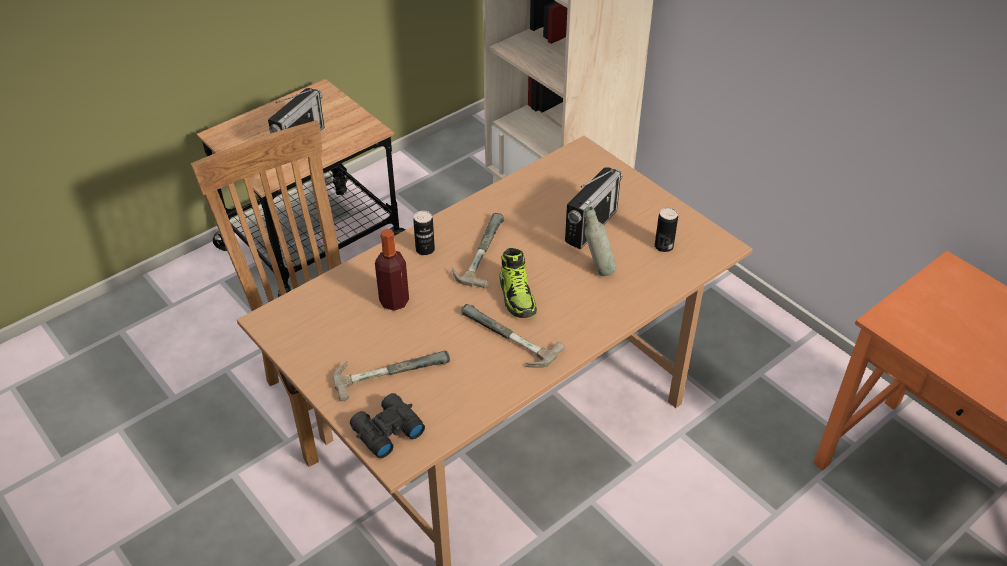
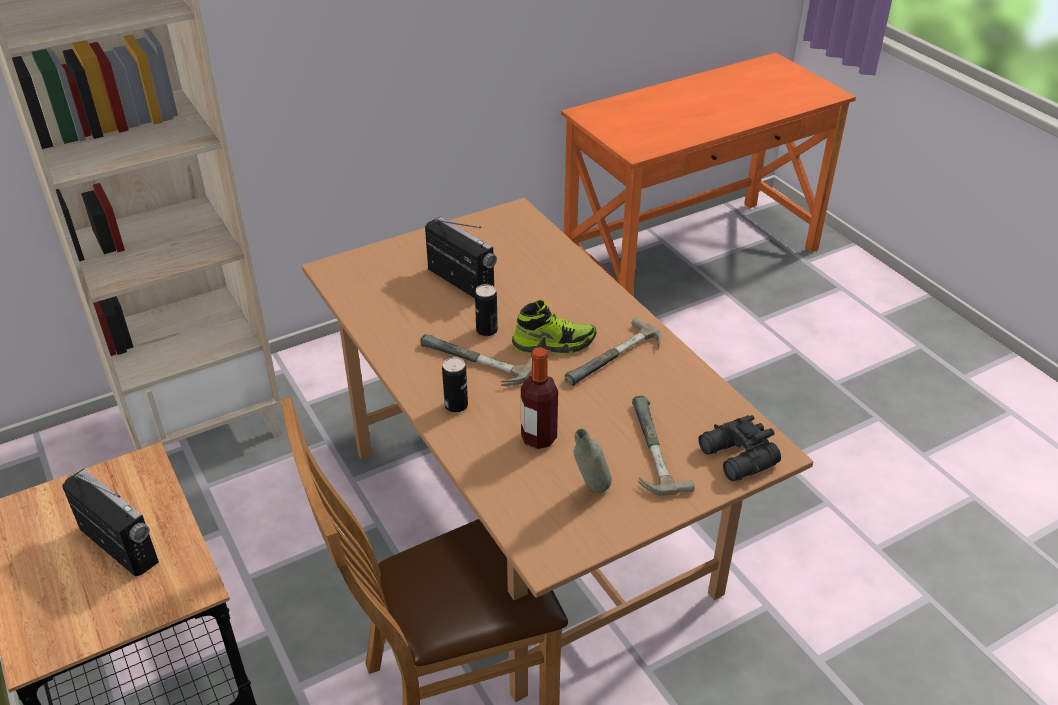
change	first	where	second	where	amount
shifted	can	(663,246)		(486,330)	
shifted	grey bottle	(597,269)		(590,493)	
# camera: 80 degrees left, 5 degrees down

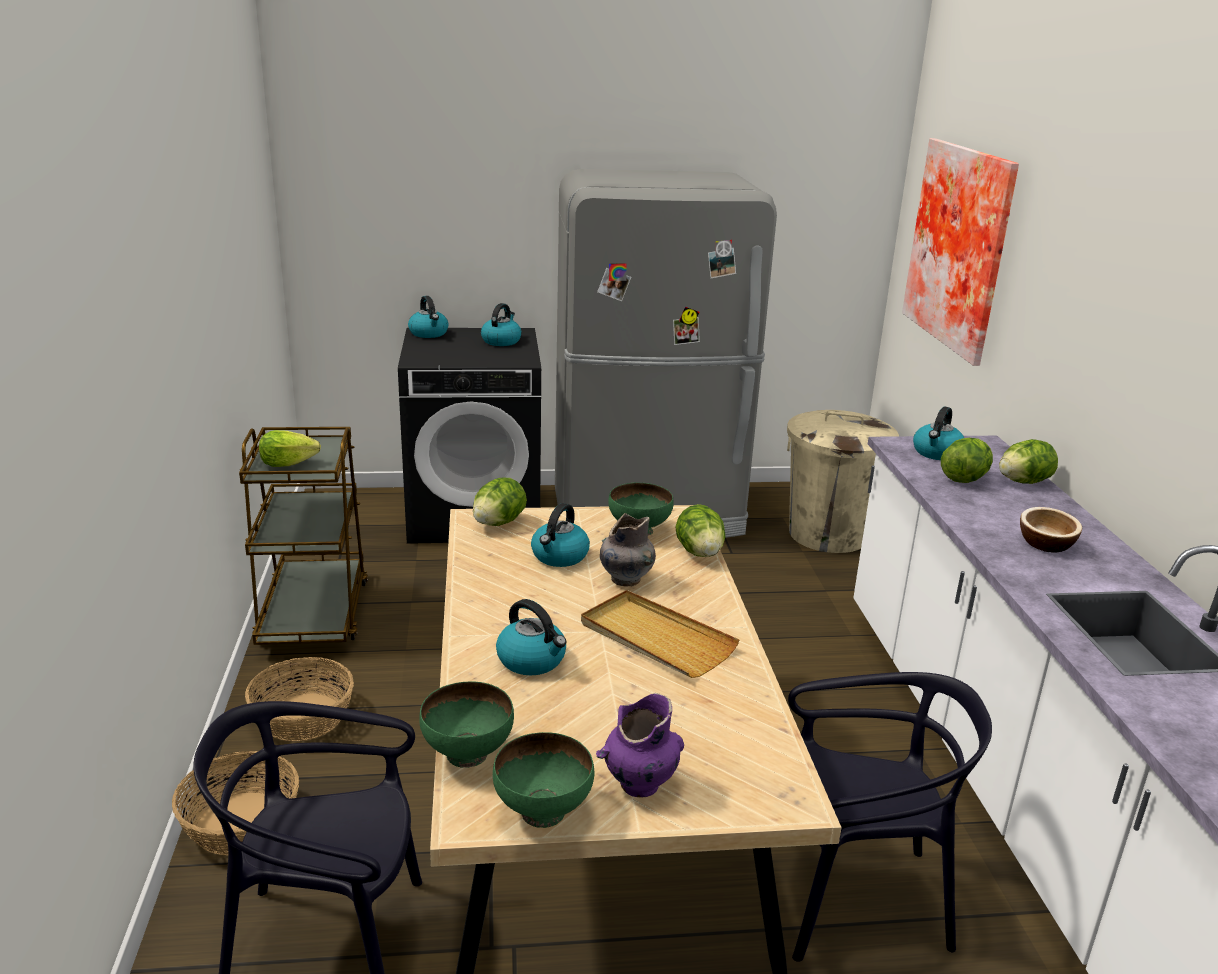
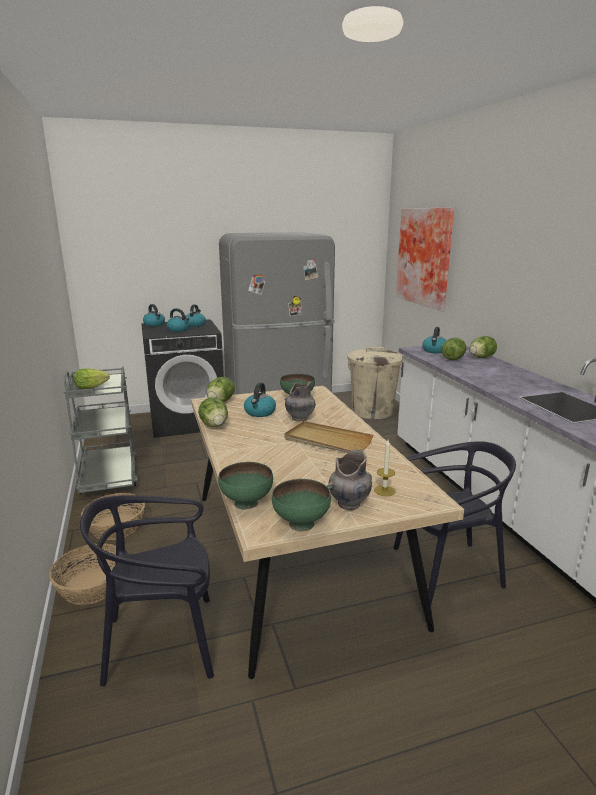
change	first	where	second	where	amount
repainted	brown cart	(314,614)	grey cart	(109,476)	
shifted	kettle	(532,660)		(179,329)	
shifted	lettuce	(700,553)		(214,426)	
repainted	purple vase	(638,784)	grey vase	(348,504)	
new			candle	(384,490)	
gone	bowl	(1045,544)			
# camera: 10 degrees left, 5 degrees down

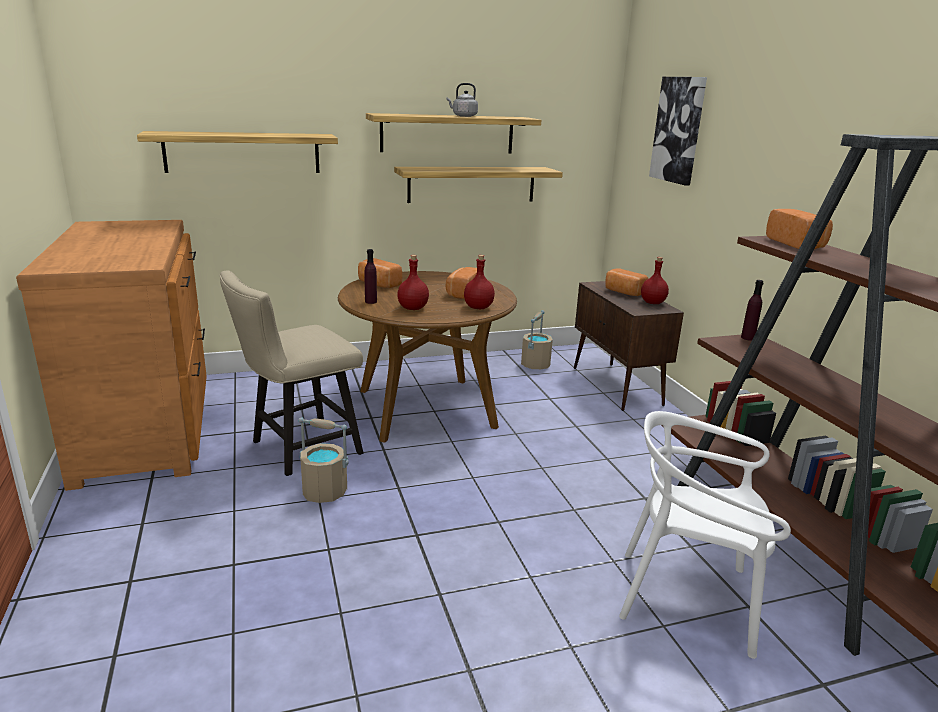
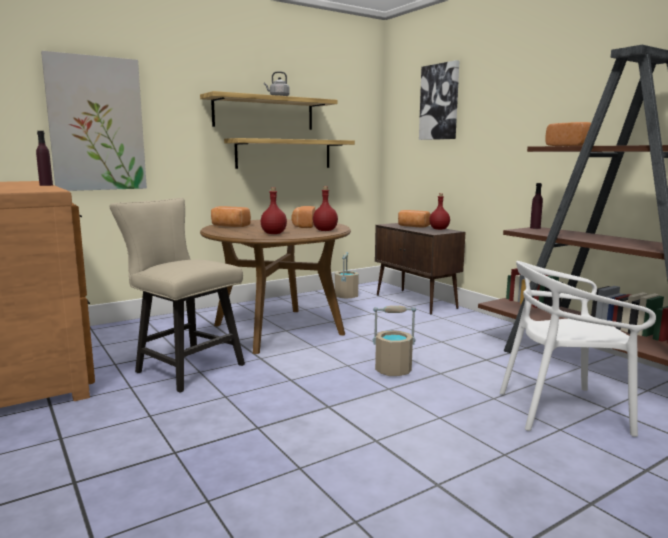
change	first	where	second	where	amount
shifted	purple bottle	(371,302)		(46,185)	
swapped	shelf	(242,152)	picture	(96,124)	
rotated	beige chair	(299,449)		(184,367)	90 degrees clockwise
shifted	beige bucket	(325,492)		(393,370)	
# camera: 15 degrees left, 10 degrees down

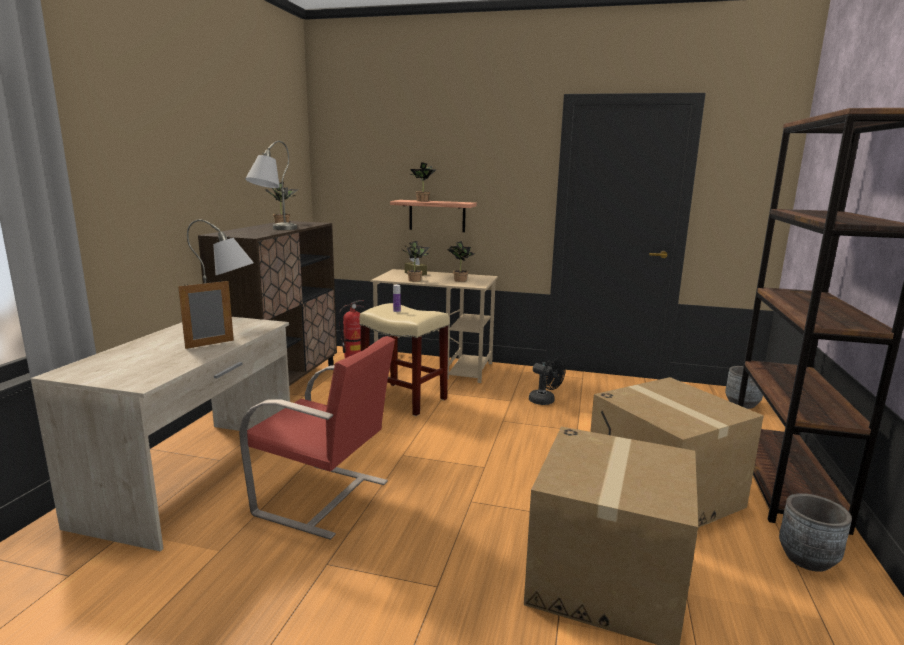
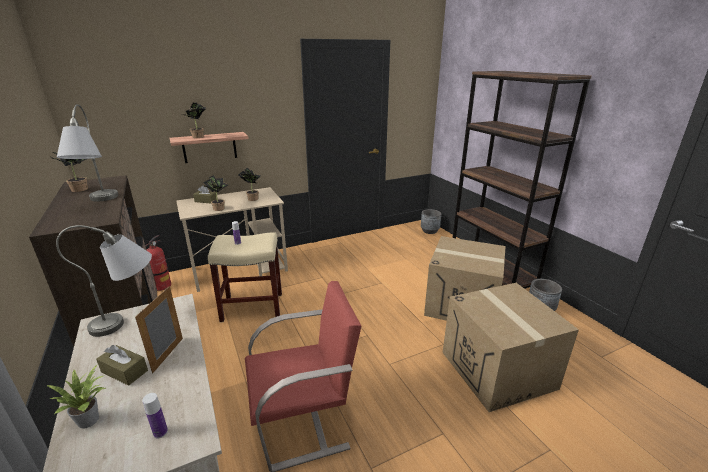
change	first	where	second	where	amount
new			potted plant	(91,418)	
new			brown tissue box	(124,371)	
new			bottle	(160,432)	
gone	black fan	(545,401)			
# camera: 40 degrees left, 10 degrees up

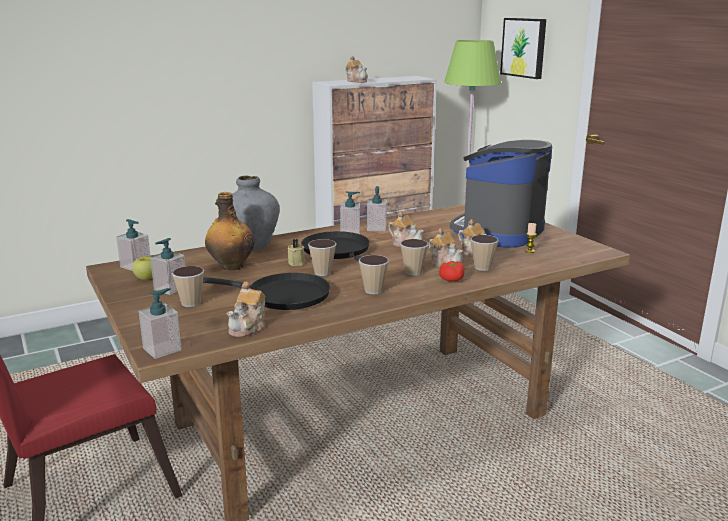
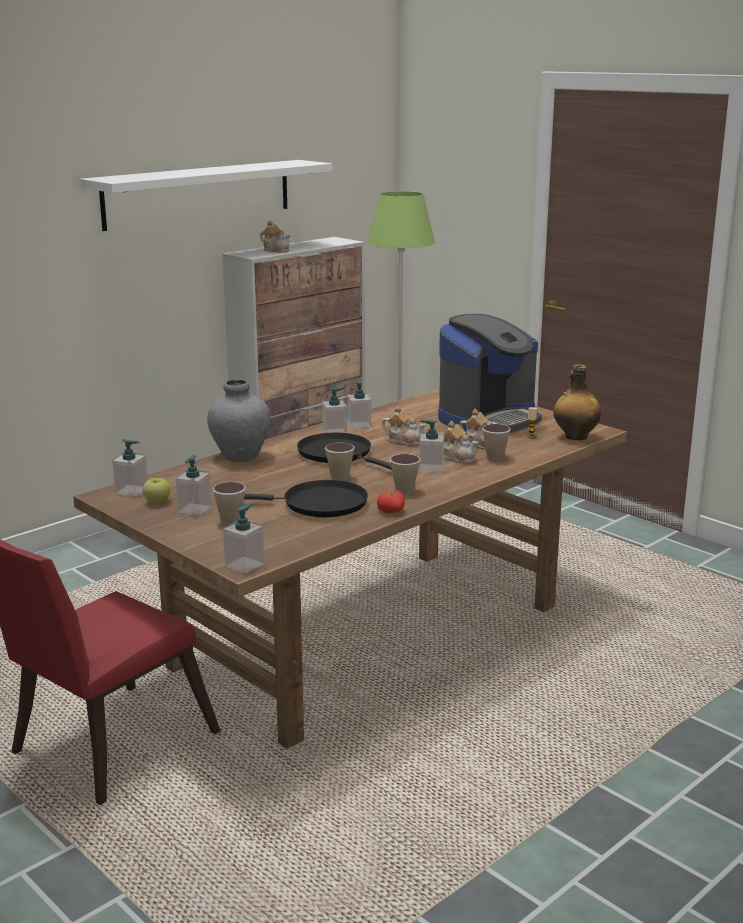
change	first	where	second	where	amount
new			white shelf	(199,193)	
shifted	tomato	(452,279)		(391,511)	
swapped	cup	(413,272)	soap dispenser	(431,468)	
rotated	coffee machine	(498,232)		(489,419)	150 degrees counterclockwise
shifted	bottle	(231,266)		(575,437)	
gone	teapot	(248,327)			
gone	beige candle	(297,262)			
gone	picture	(524,47)			
# camera: 15 degrees left, 0 degrees up

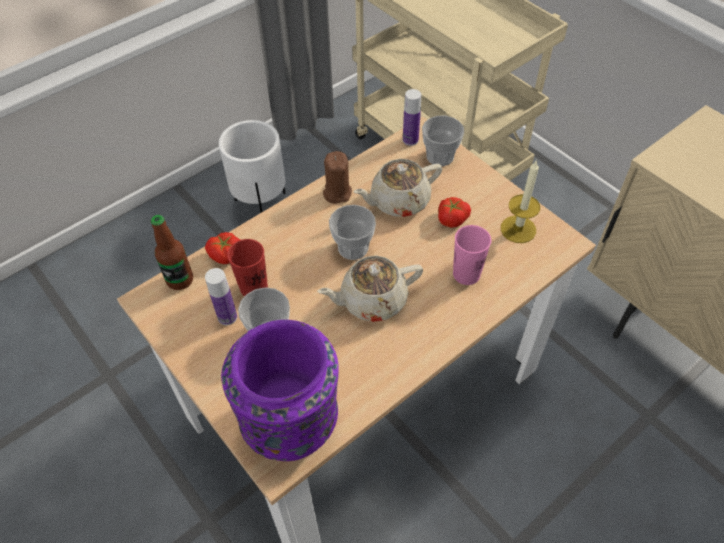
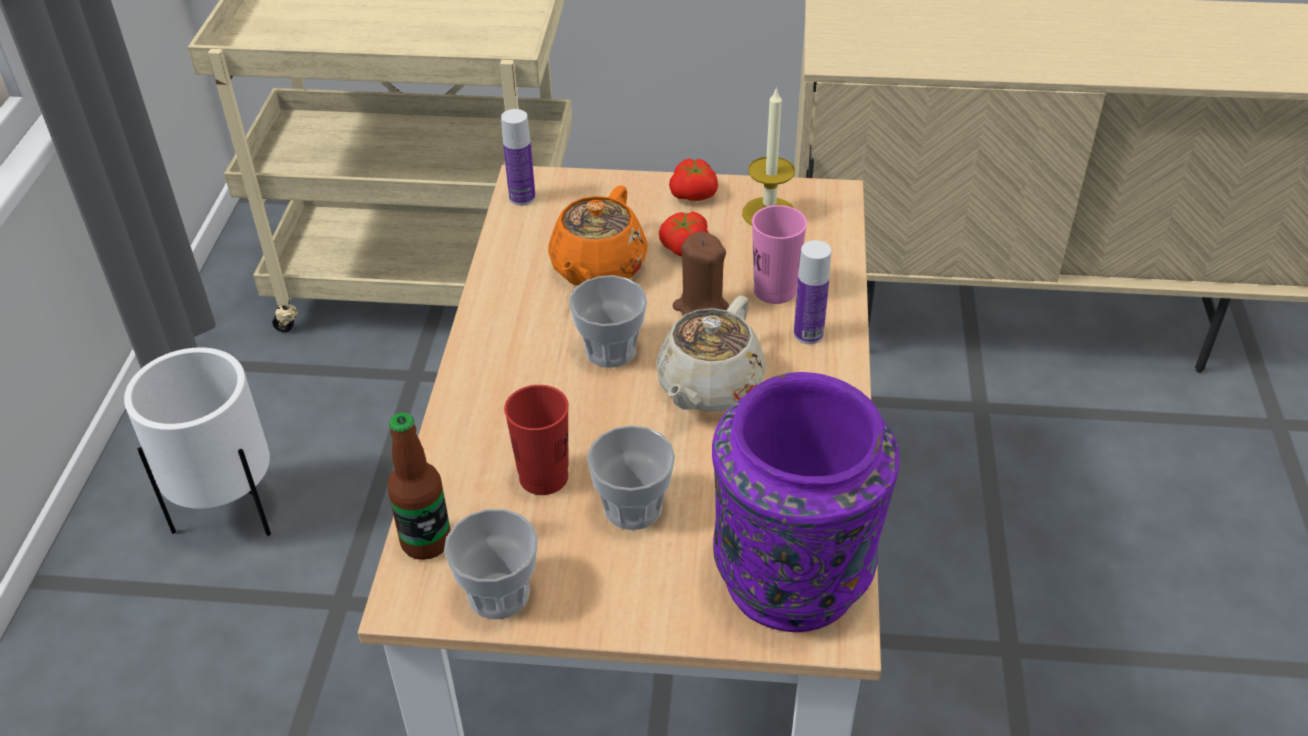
change	first	where	second	where	amount
shifted	cup	(440,156)		(498,594)	
repainted	beige teapot	(398,201)	orange teapot	(597,268)	
shifted	tomato	(226,256)		(694,195)	
shifted	brown candle	(337,193)		(700,307)	
shifted	bottle	(227,317)		(808,334)	
# camera: 45 degrees left, 10 degrees down

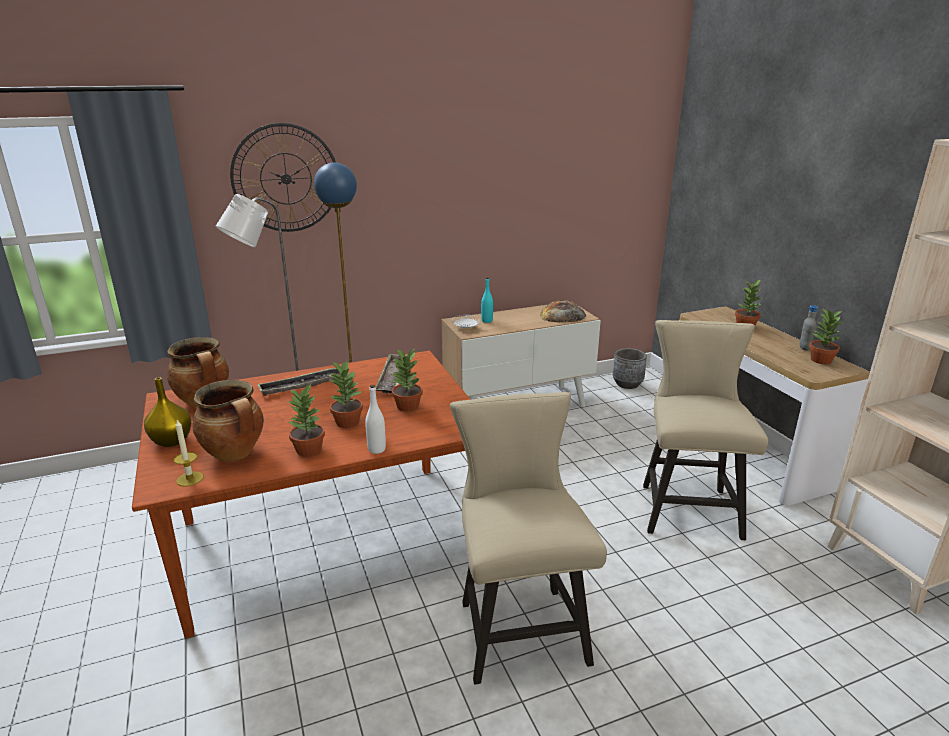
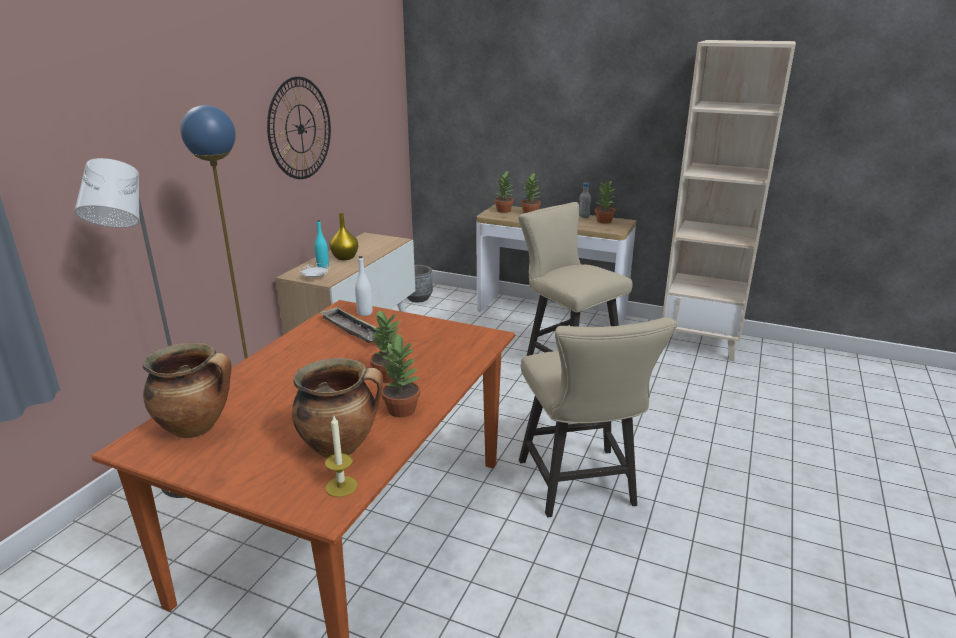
change	first	where	second	where	amount
shifted	wall clock	(286,178)		(300,129)	
shifted	yellow vase	(171,441)		(345,258)	
shifted	white bottle	(376,449)		(365,313)	
shifted	potted plant	(408,406)		(504,211)	
rotated	beige chair	(518,625)		(580,488)	135 degrees counterclockwise
gone	tray	(304,385)			
gone	bread	(562,315)			
# camera: 45 degrees left, 0 degrees up

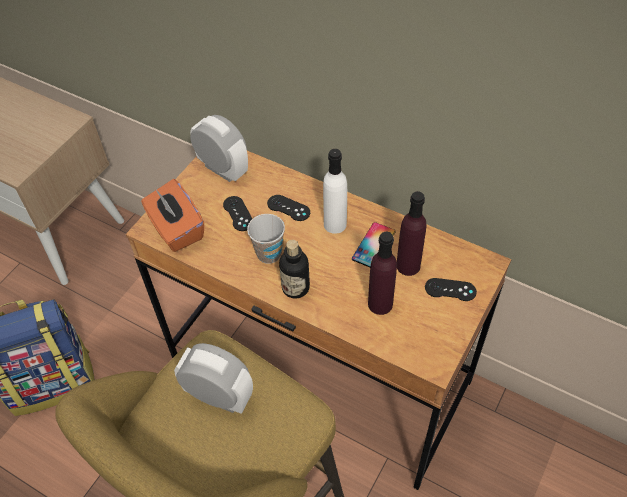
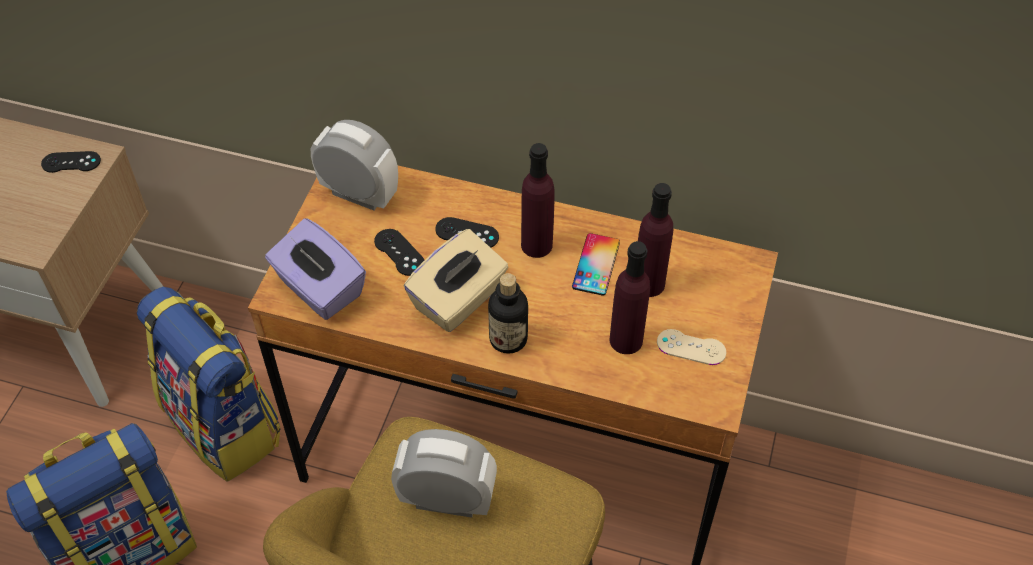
change	first	where	second	where	amount
shifted	black game controller	(450,289)		(71,162)	
new			backpack	(225,425)	
repainted	orange tissue box	(176,229)	purple tissue box	(319,288)	
swapped	cup	(269,254)	beige tissue box	(458,300)	
repainted	white bottle	(335,224)	purple bottle	(536,245)	
new			beige game controller	(691,347)	
# camera: 15 degrees left, 0 degrees up

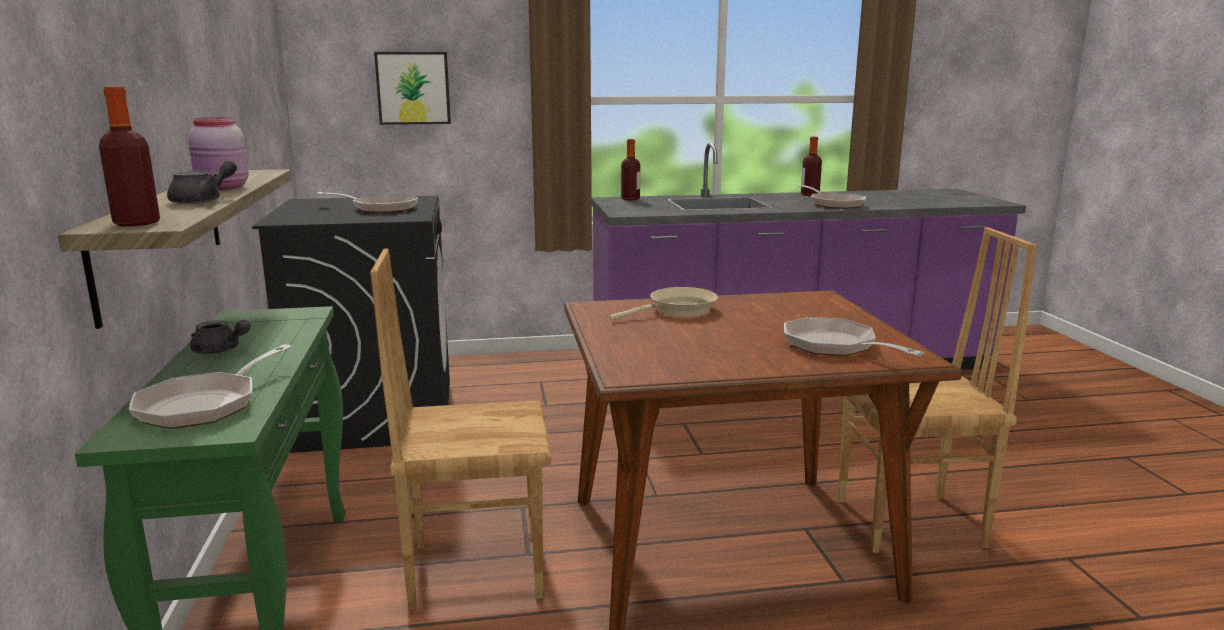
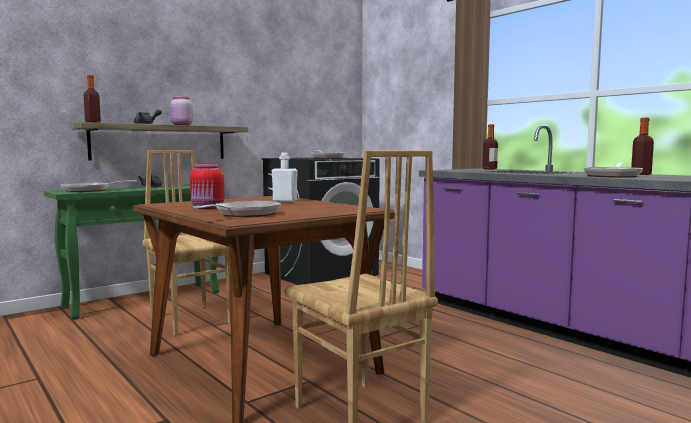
change	first	where	second	where	amount
new			red jar	(208,208)	
swapped	beige frying pan	(678,310)	white bottle	(285,201)	
gone	picture	(413,88)			
# camera: 60 degrees right, 10 degrees down

